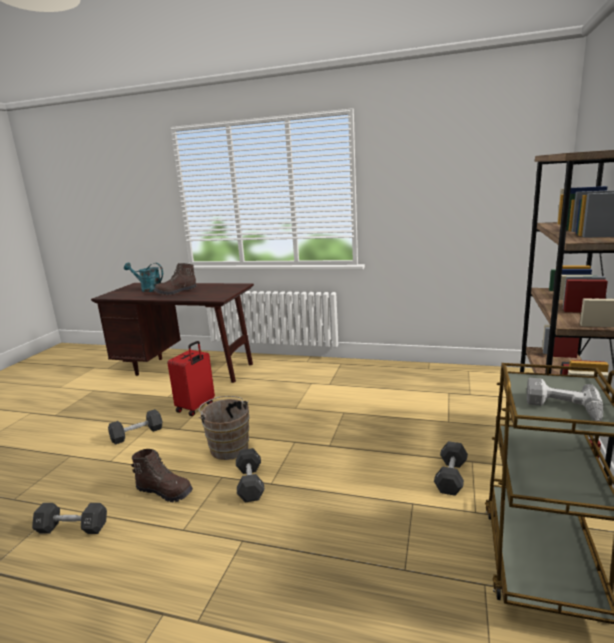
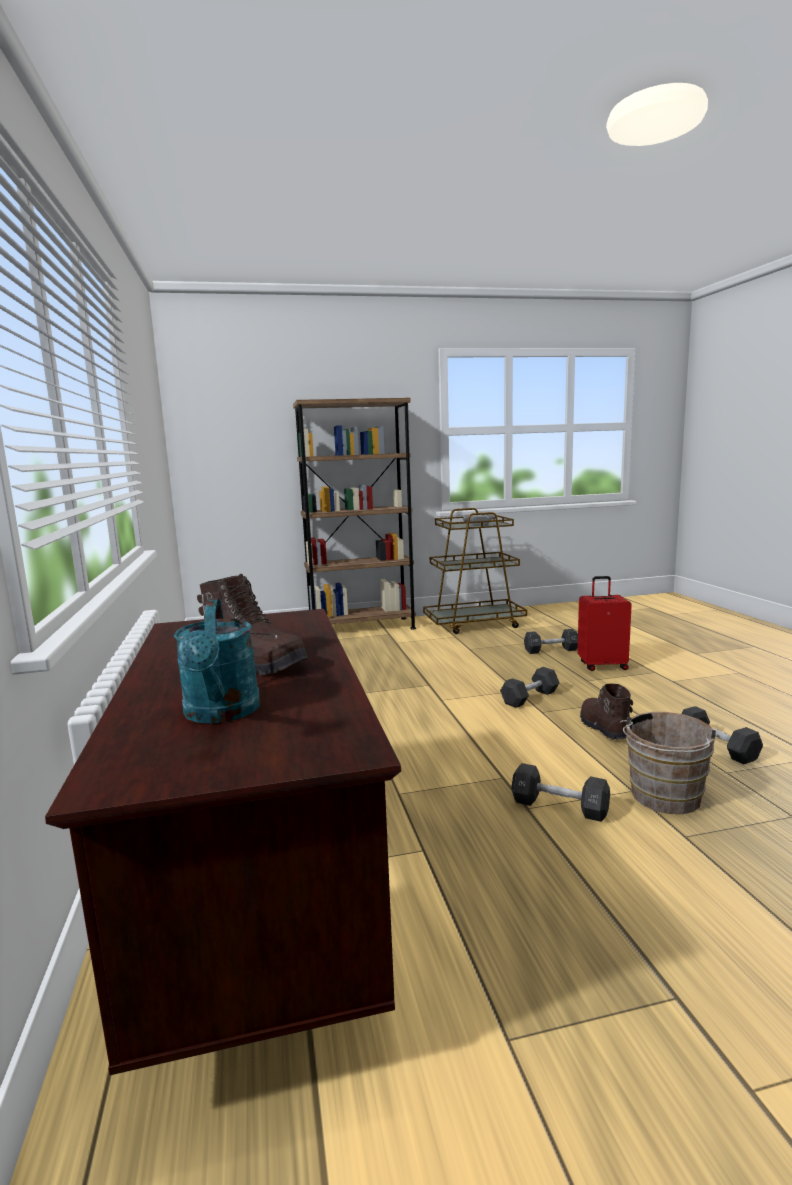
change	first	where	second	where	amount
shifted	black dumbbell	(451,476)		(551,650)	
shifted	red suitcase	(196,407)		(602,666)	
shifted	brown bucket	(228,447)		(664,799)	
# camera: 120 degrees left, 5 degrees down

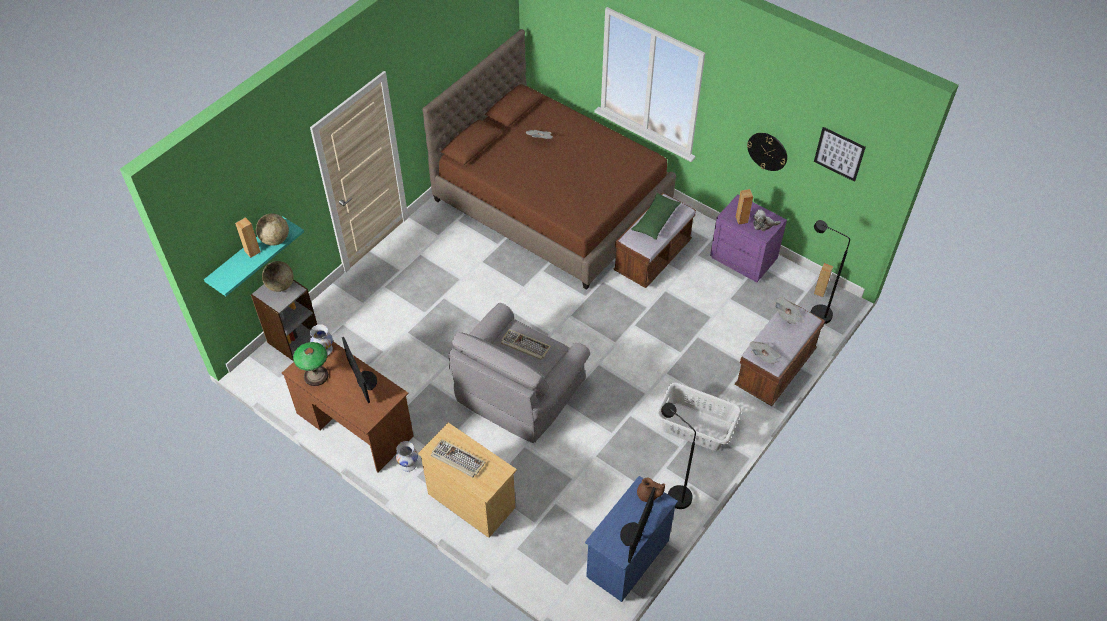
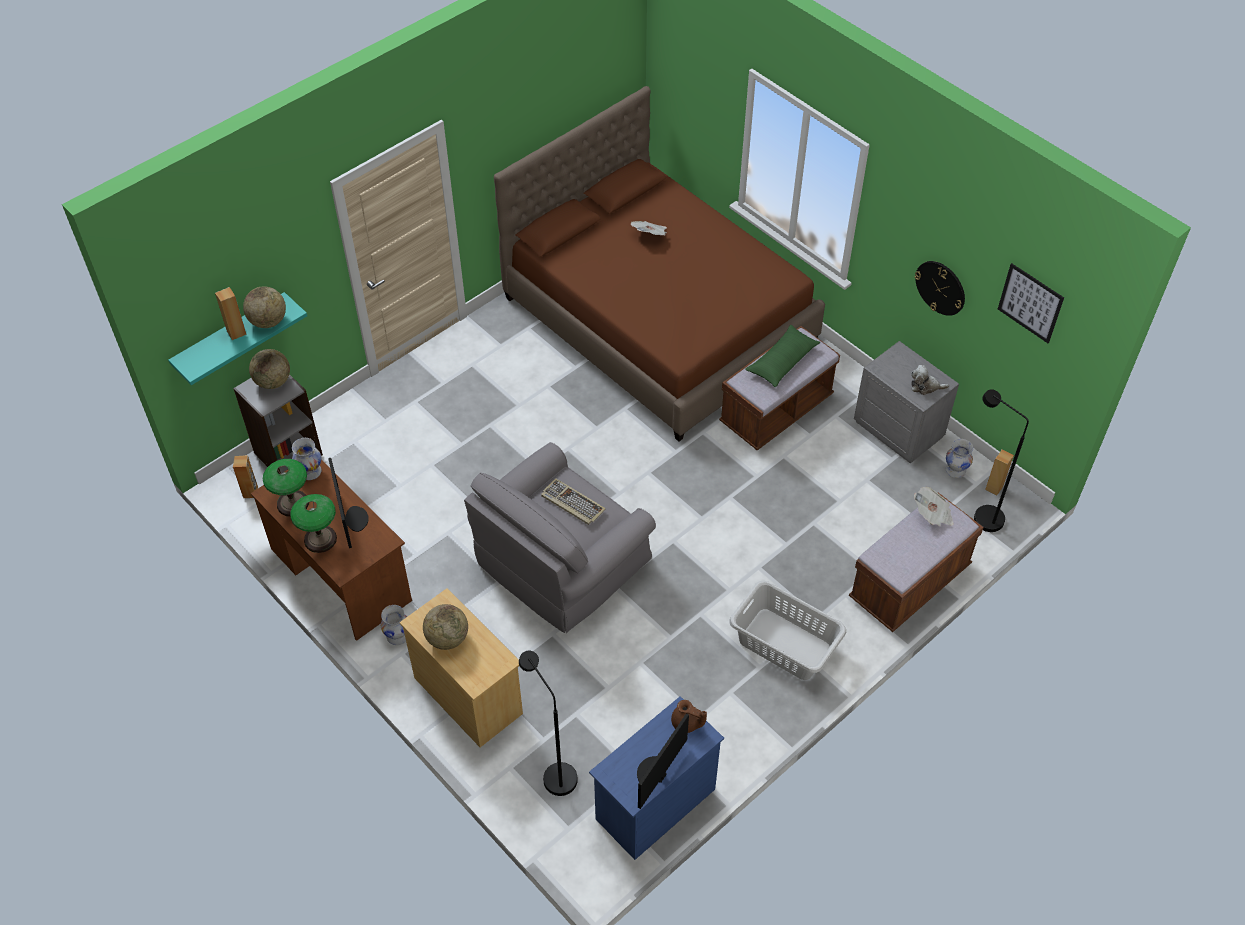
change	first	where	second	where	amount
shifted	brown speaker	(741,219)		(251,492)	
new			table lamp	(320,539)	
swapped	keyboard	(457,459)	globe	(447,638)	
shifted	black floor lamp	(673,493)		(554,773)	
repainted	purple nightstand	(743,259)	grey nightstand	(899,429)	
new			white vase	(955,470)	
gone	newspaper	(764,357)			
# camera: 10 degrees right, 0 degrees up

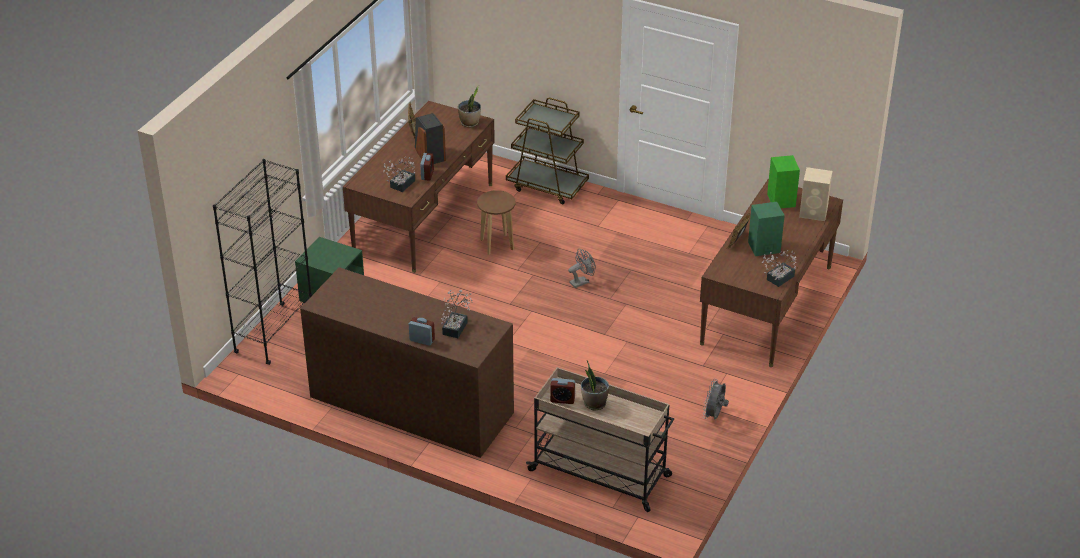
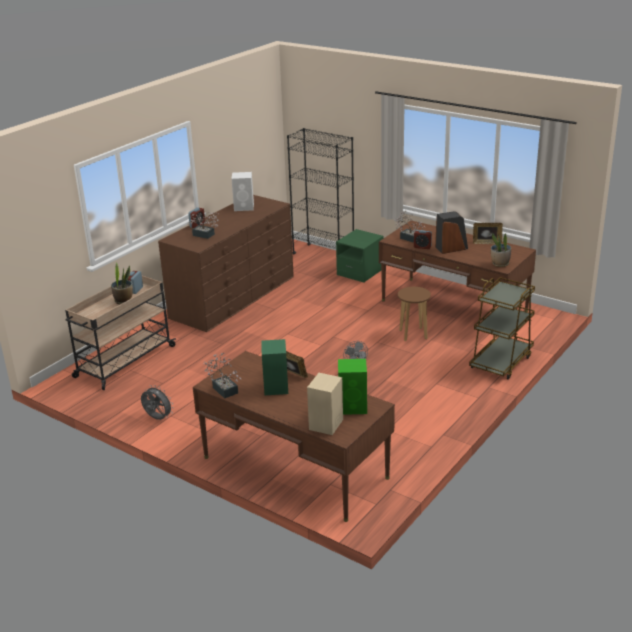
change	first	where	second	where	amount
new			white speaker	(244,207)	
# camera: 100 degrees right, 10 degrees down

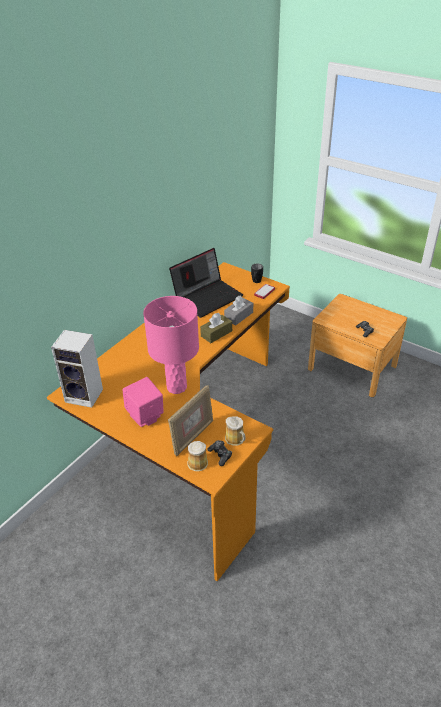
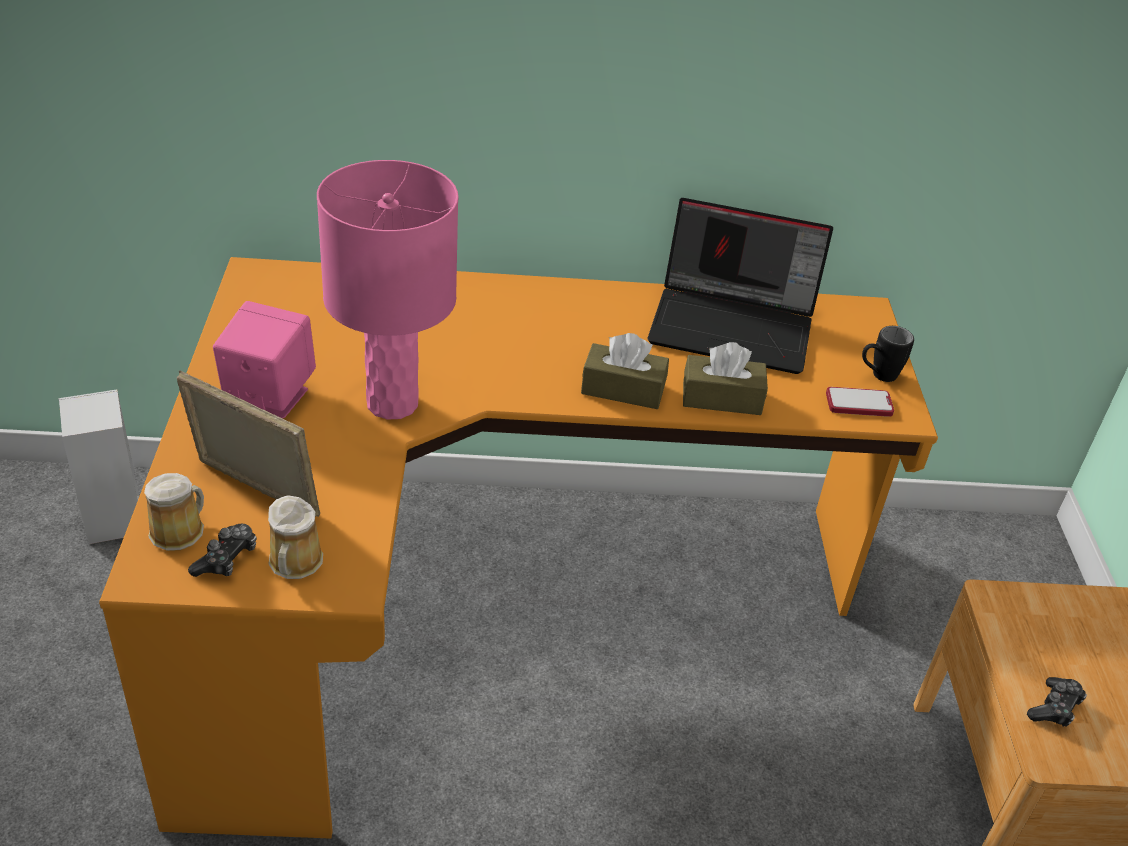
change	first	where	second	where	amount
shifted	speaker	(85,395)		(116,521)	
rotated	picture frame	(192,437)		(255,491)	150 degrees counterclockwise
repainted	grey tissue box	(238,316)	brown tissue box	(721,398)	
# camera: 50 degrees right, 0 degrees up

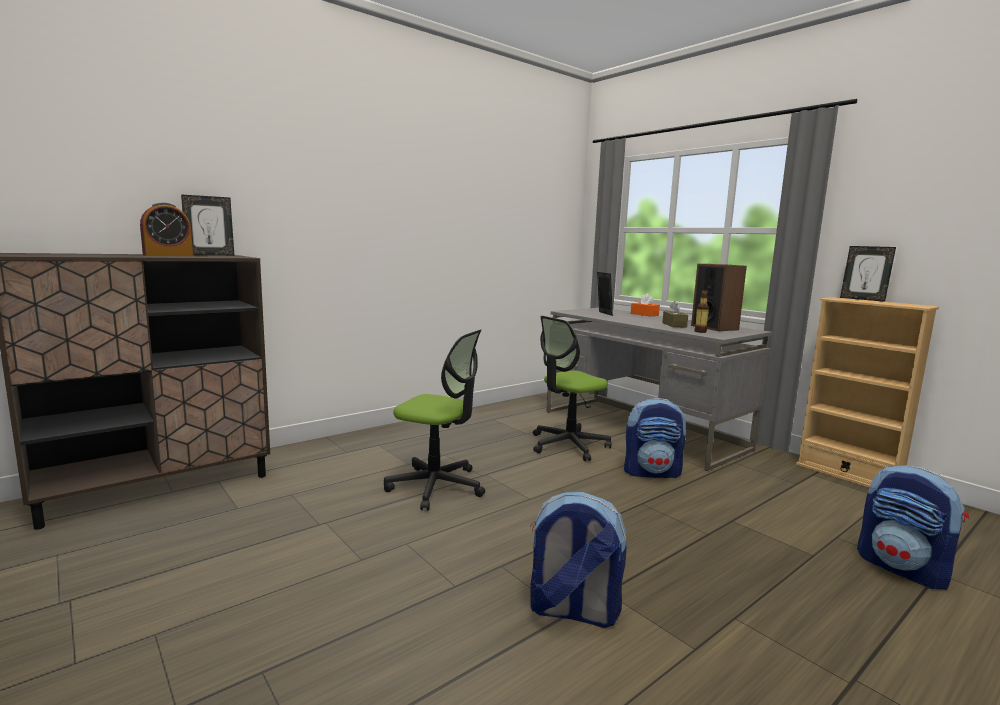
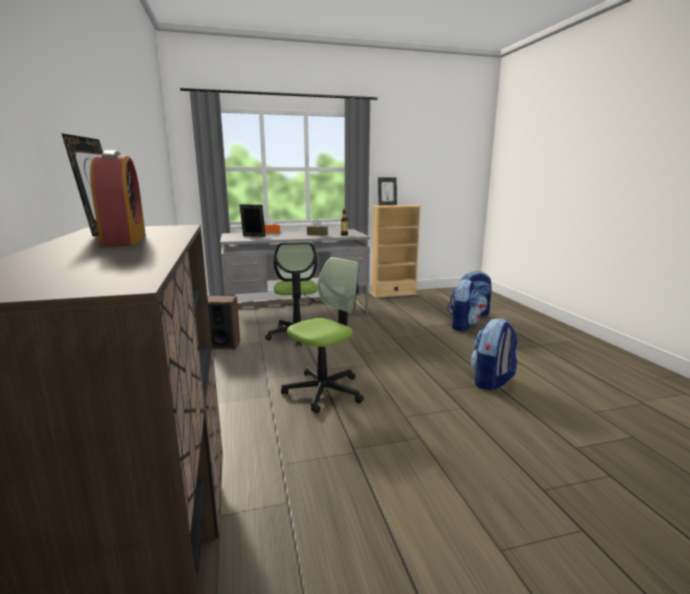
change	first	where	second	where	amount
shifted	speaker	(714,327)		(224,345)	
shifted	backpack	(652,472)		(461,326)	
# camera: 65 degrees left, 5 degrees up

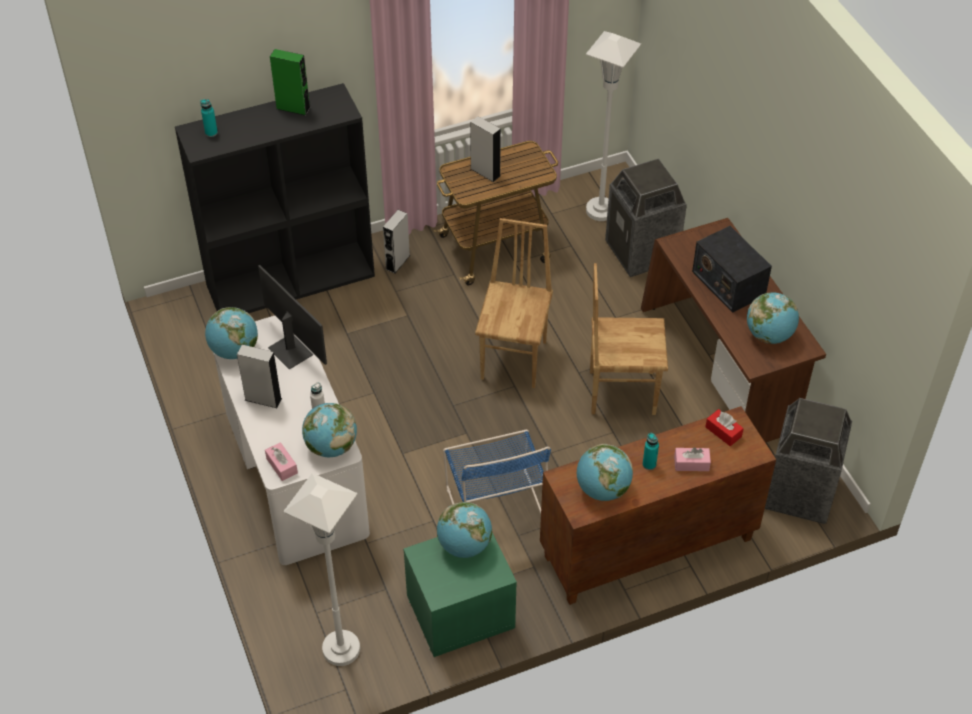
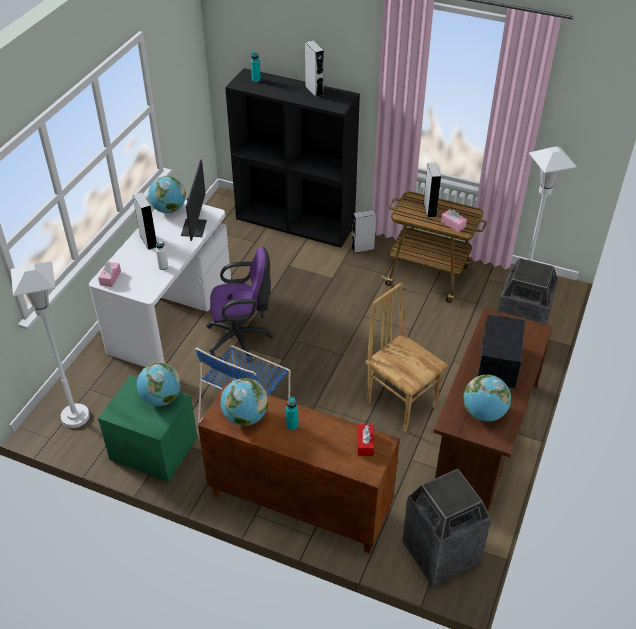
change	first	where	second	where	amount
new			purple office chair	(241,339)	
repainted	green speaker	(293,108)	grey speaker	(314,91)	
shifted	pink tissue box	(691,463)		(453,224)	
gone	globe	(331,446)			
gone	brown chair	(515,360)			
# camera: 45 degrees right, 5 degrees down

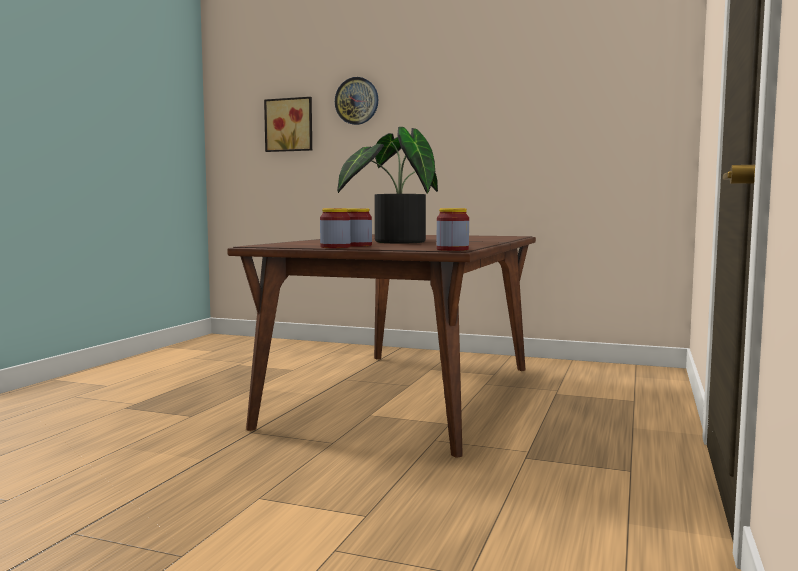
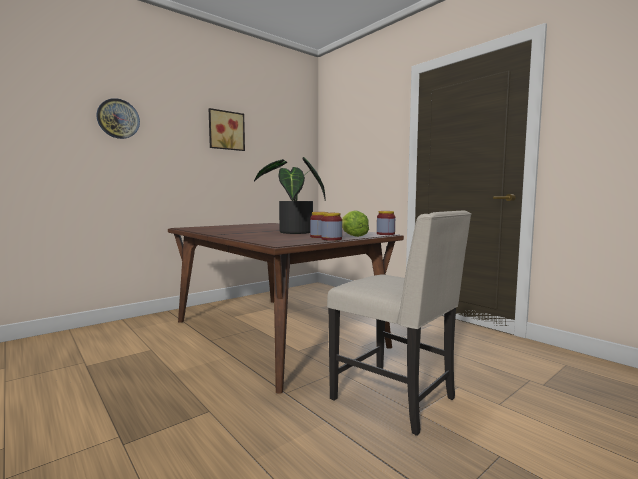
change	first	where	second	where	amount
shifted	picture	(290,125)		(226,130)	
new			beige chair	(396,399)	
new			lettuce	(352,236)	
# camera: 60 degrees left, 0 degrees up

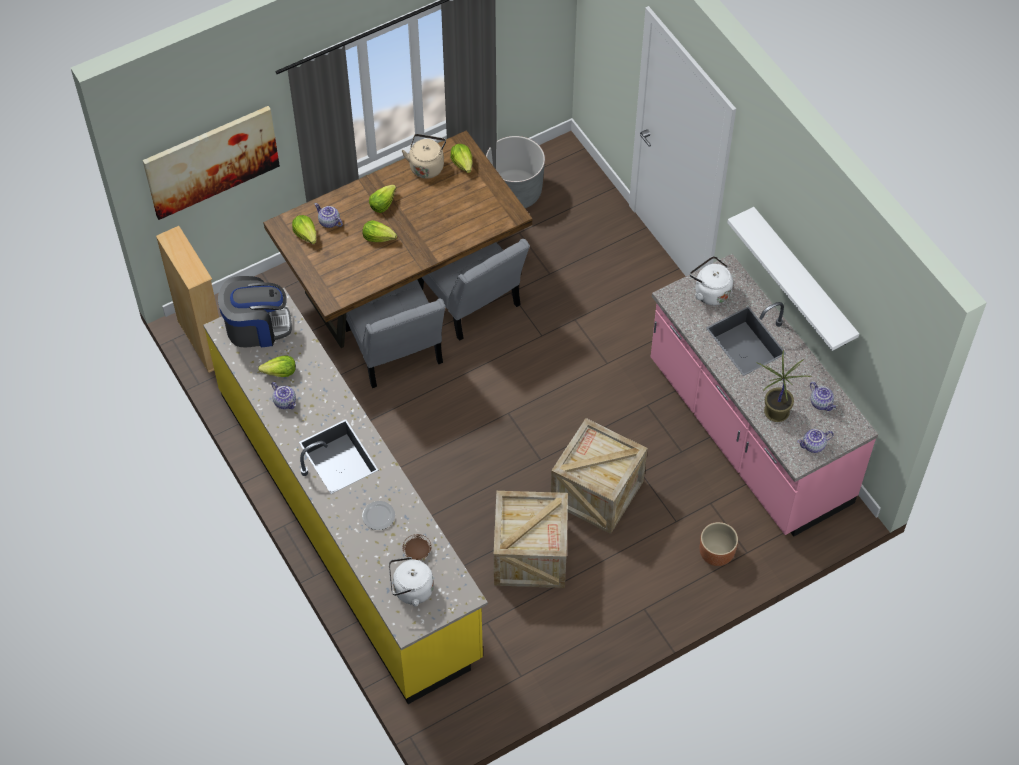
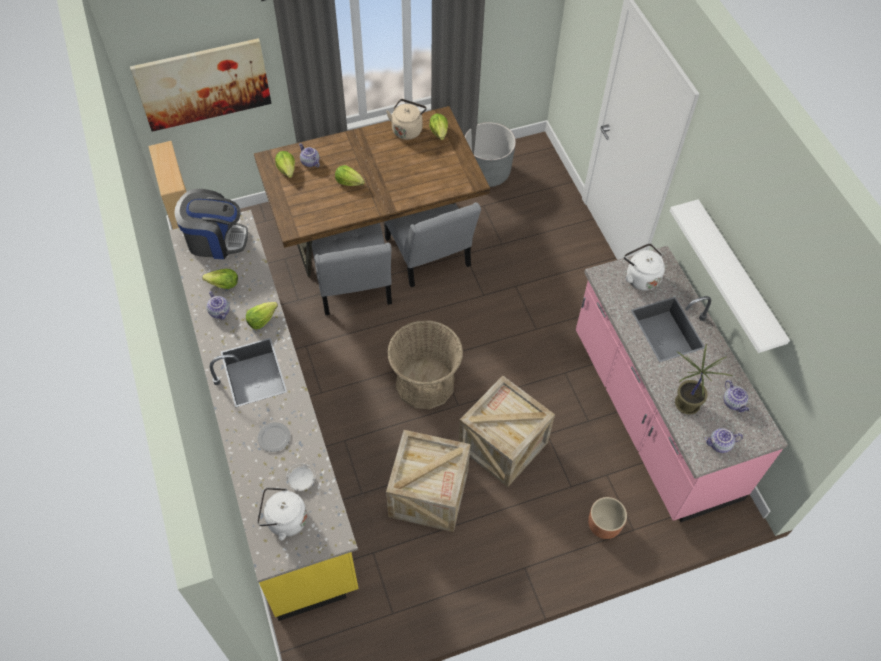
change	first	where	second	where	amount
shifted	lettuce	(382,203)		(261,319)	
repainted	brown plate	(417,551)	white plate	(301,481)	
new			basket	(425,383)	
# camera: 10 degrees right, 0 degrees up

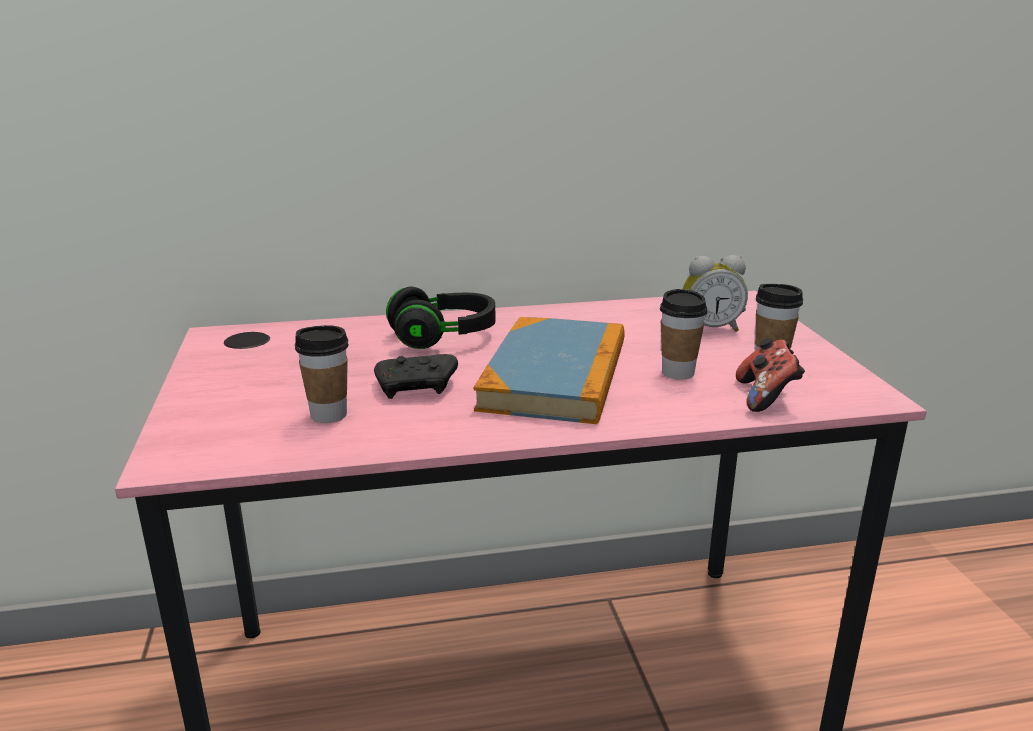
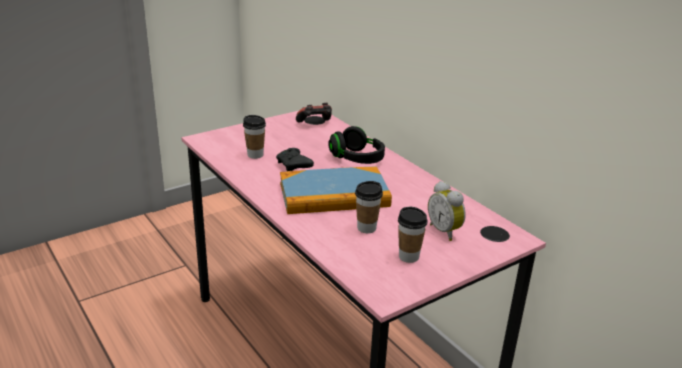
change	first	where	second	where	amount
shifted	game controller	(766,397)		(315,124)	
# camera: 65 degrees right, 5 degrees up

